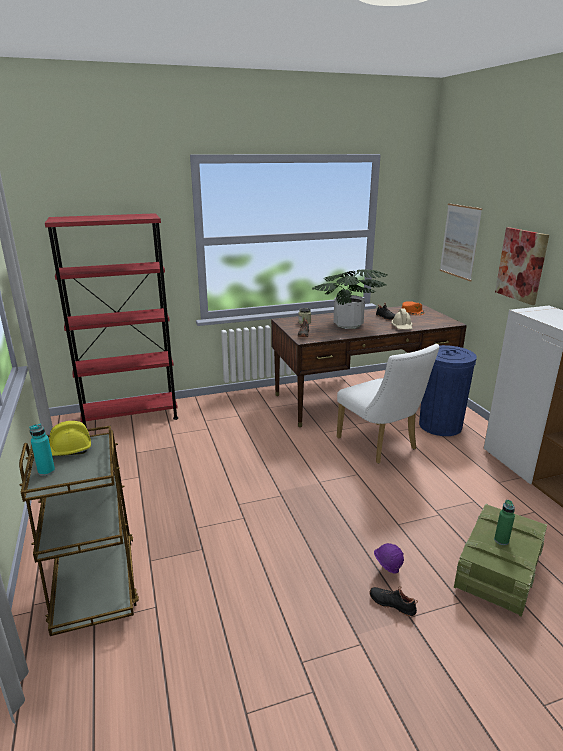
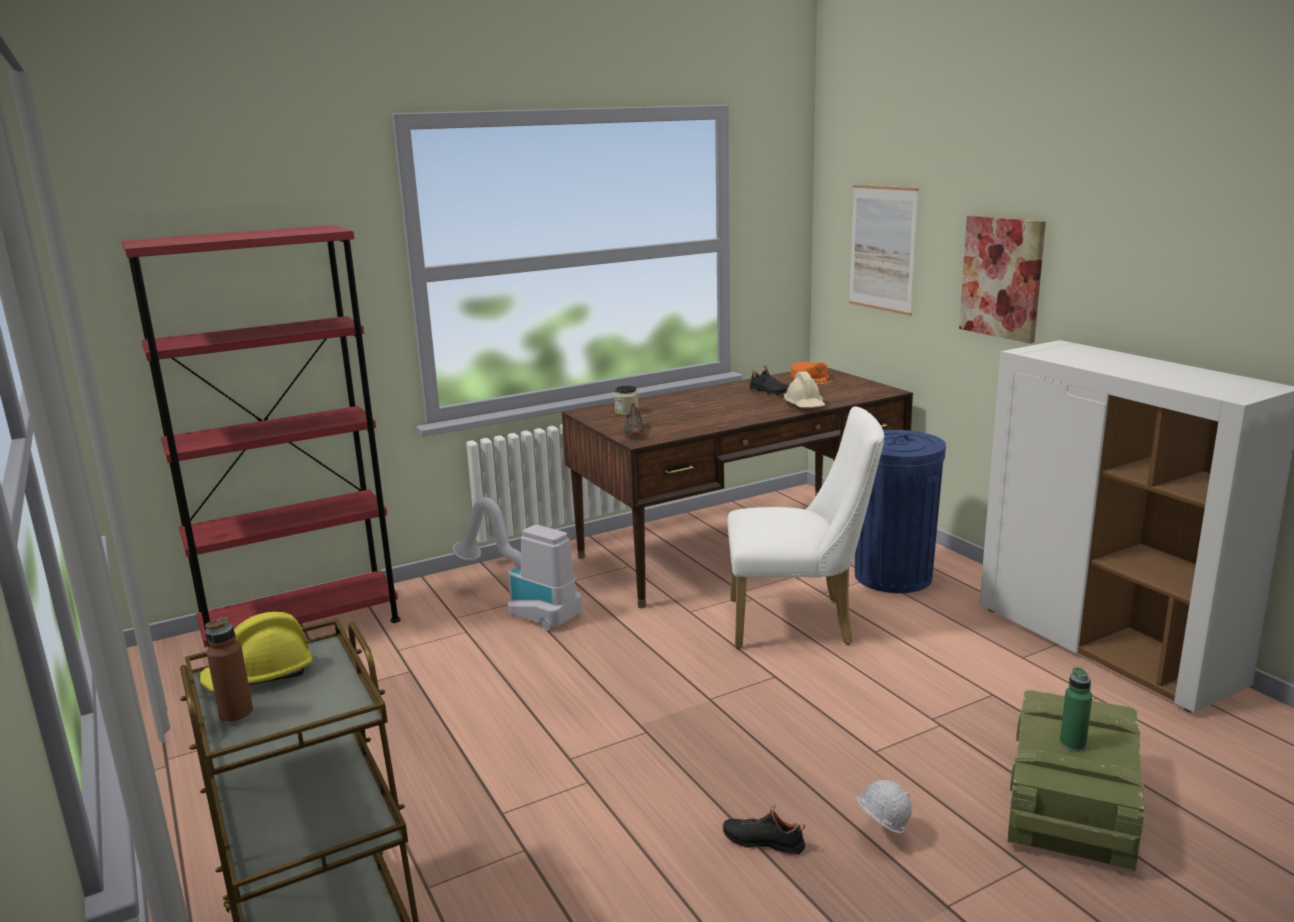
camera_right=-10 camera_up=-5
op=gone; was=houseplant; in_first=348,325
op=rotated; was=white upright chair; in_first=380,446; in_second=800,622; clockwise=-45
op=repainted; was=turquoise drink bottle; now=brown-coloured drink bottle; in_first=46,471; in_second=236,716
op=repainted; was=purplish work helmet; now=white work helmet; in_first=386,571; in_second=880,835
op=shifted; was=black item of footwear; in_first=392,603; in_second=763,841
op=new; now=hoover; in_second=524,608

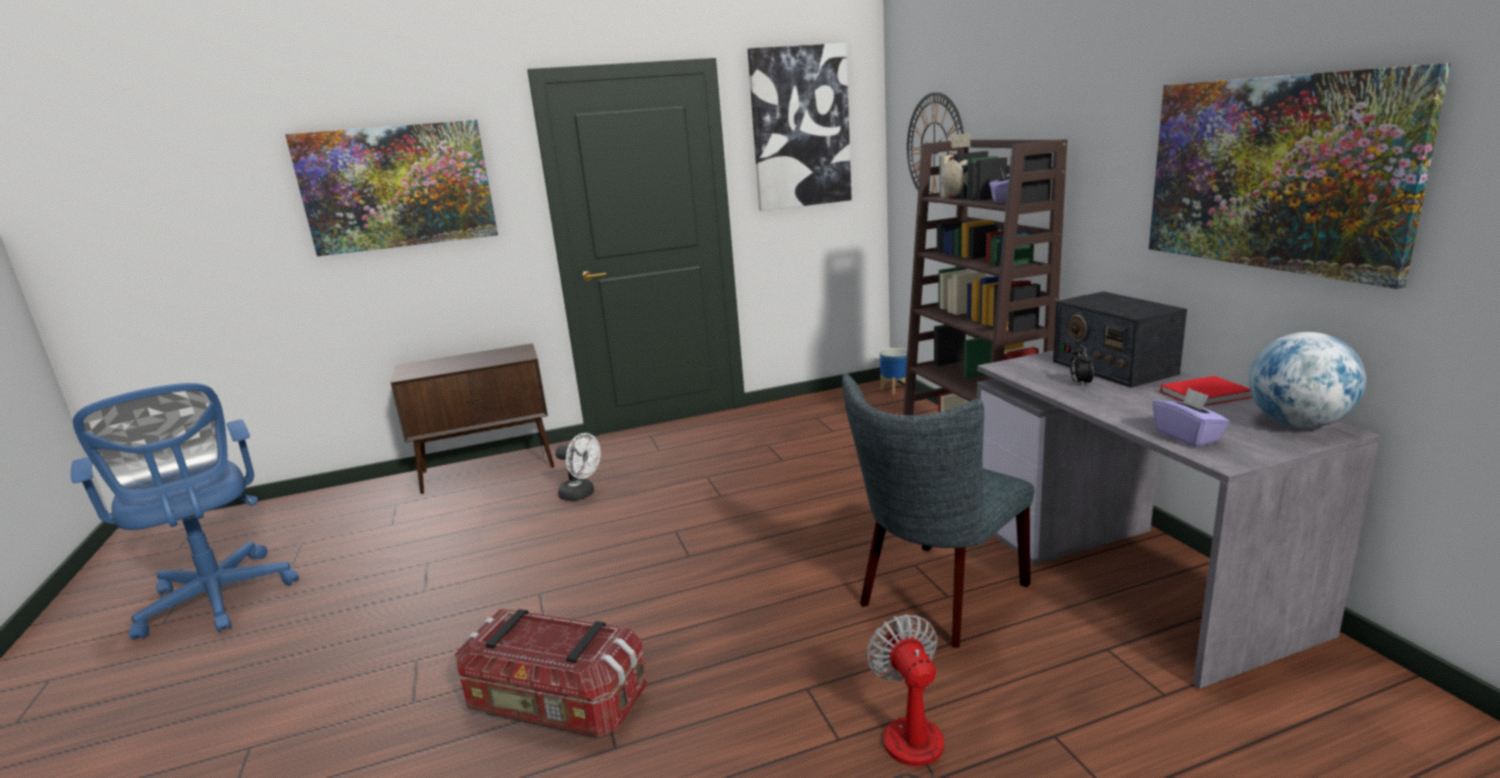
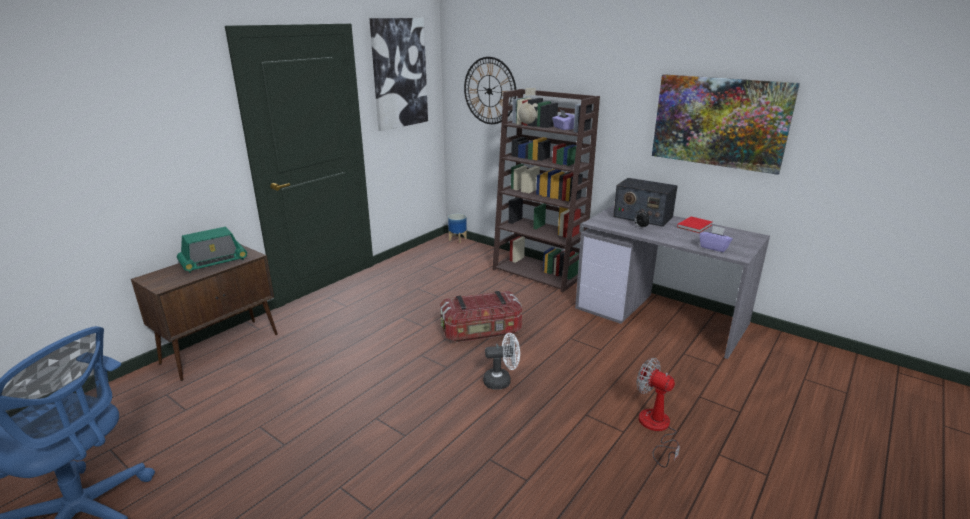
camera_right=-35 camera_up=5
op=gone; was=picture; in_first=398,187
op=gone; was=desk globe; in_first=1297,424
op=gone; was=greyish upright chair; in_first=936,598
op=shifted; was=white cooling fan; in_first=582,494; in_second=502,381
op=shifted; was=storage bin; in_first=556,705; in_second=481,332
op=new; now=radio; in_second=213,262

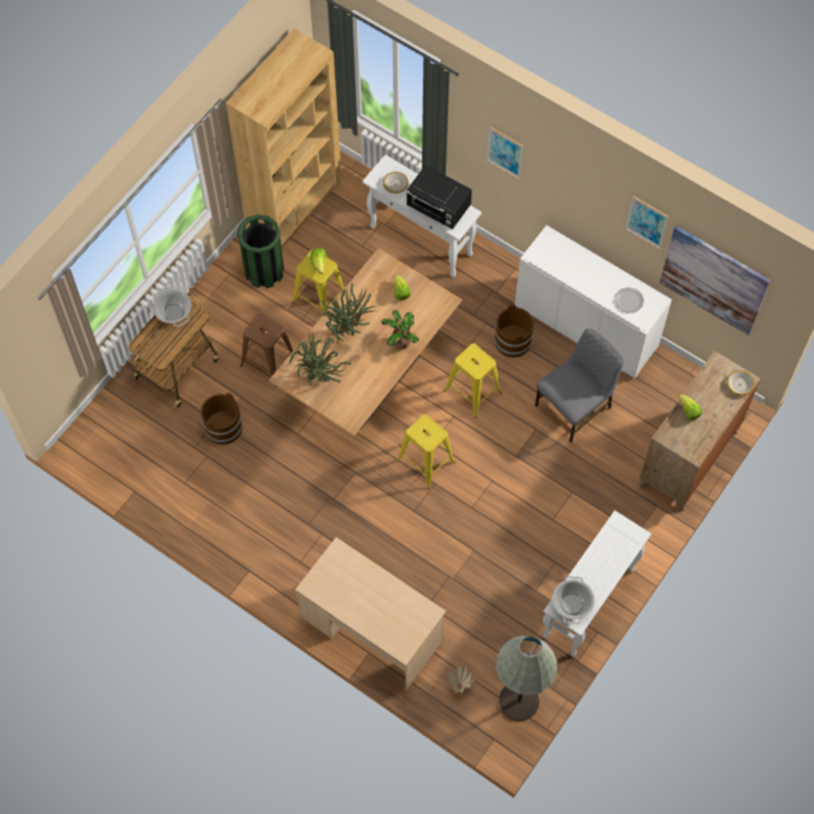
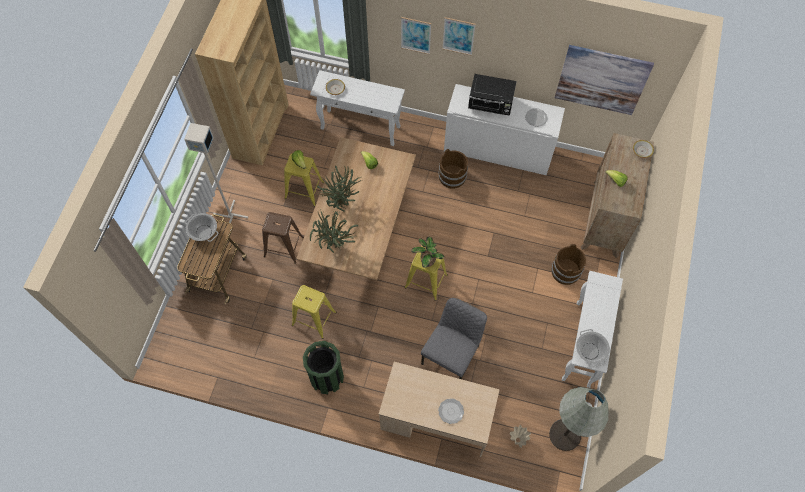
camera_right=-20 camera_up=0
op=shifted; was=black kitchen microwave; in_first=439,208; in_second=491,104
op=shifted; was=picture; in_first=646,222; in_second=458,36
op=shifted; was=green-coloured trash can; in_first=264,271; in_second=327,378
op=shifted; was=houseplant; in_first=401,342; in_second=427,261
op=shifted; was=greyish upright chair; in_first=575,406; in_second=452,354
op=shifted; was=yellow sitting stool; in_first=472,392; in_second=314,318
op=shifted; was=brown-coloured pail; in_first=223,427; in_second=565,271
op=new; now=greyish standard lamp; in_second=230,216
op=new; now=plate; in_second=451,411

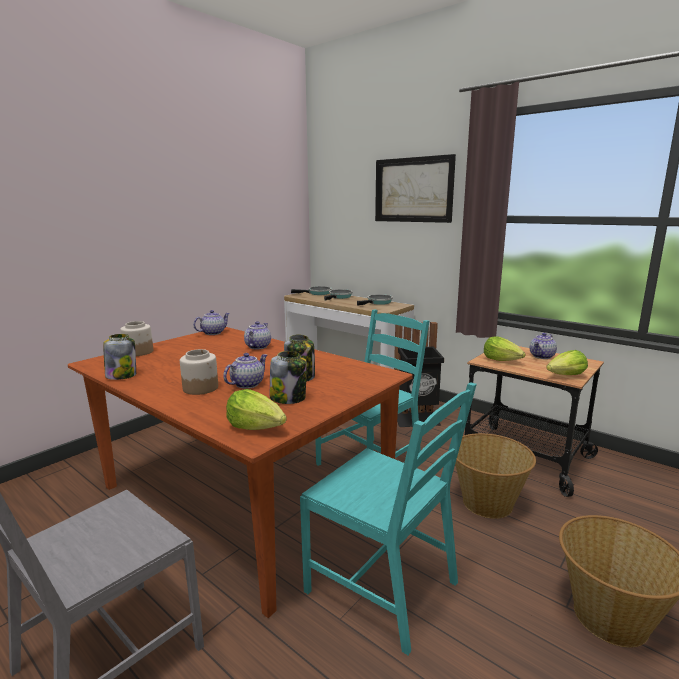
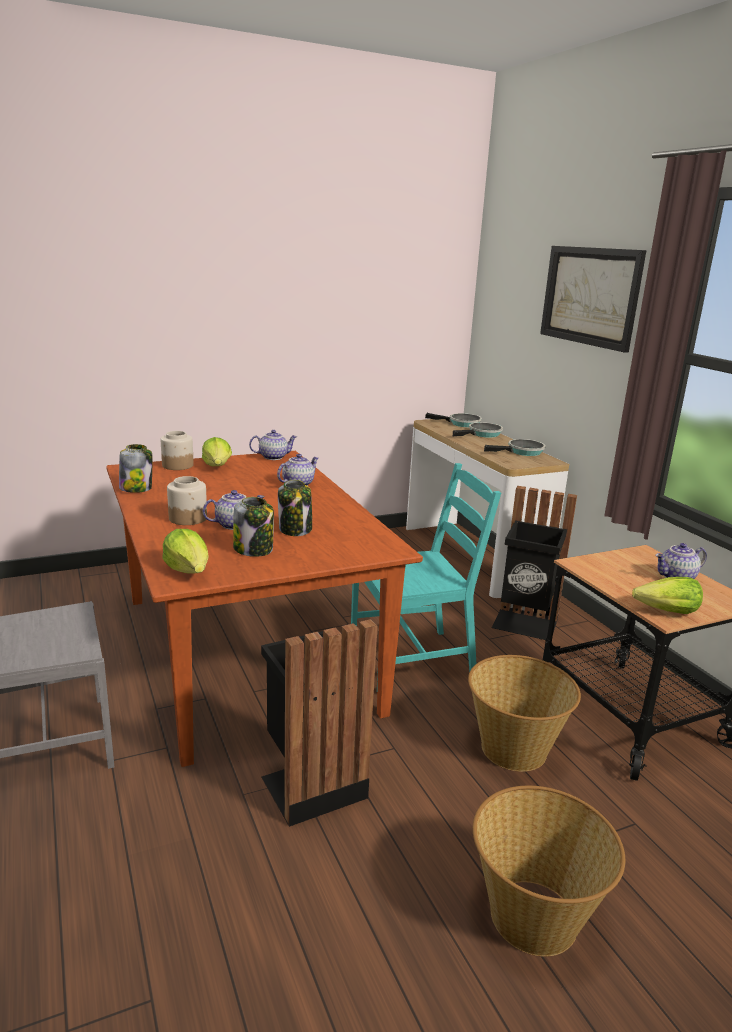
camera_right=25 camera_up=5
op=shifted; was=head of lettuce; in_first=502,360; in_second=217,466
op=swapped; was=turquoise upright chair; now=black trash can; in_first=384,586; in_second=311,784

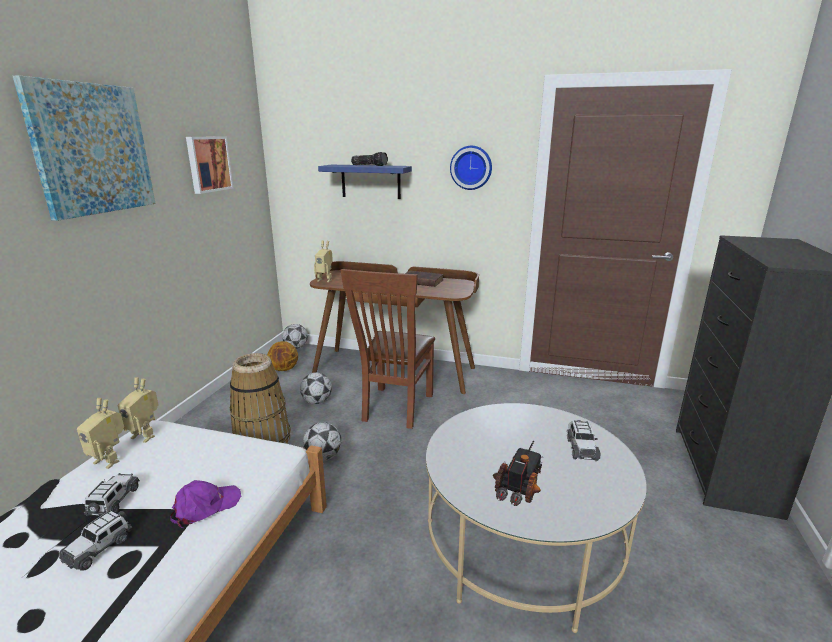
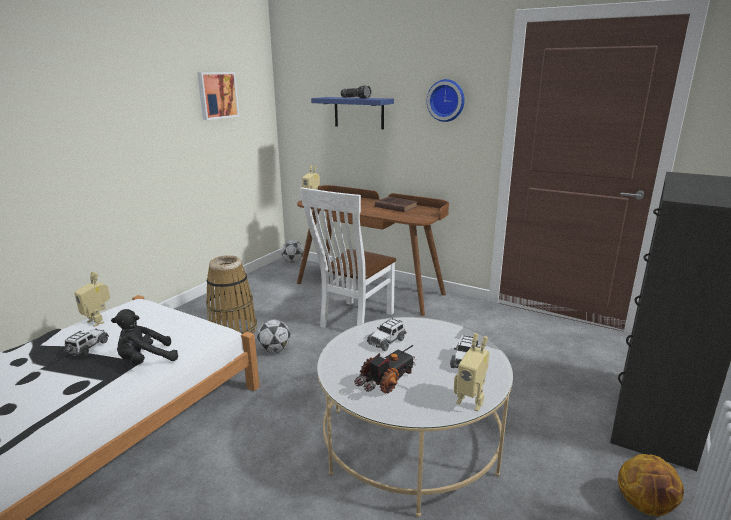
camera_right=15 camera_up=0
op=gone; was=picture; in_first=92,149
op=repainted; was=brown-coloured upright chair; now=white upright chair; in_first=395,409; in_second=353,321
op=shifted; was=basketball ball; in_first=284,369; in_second=645,505
op=gone; was=football; in_first=317,401
op=shifted; was=model robot; in_first=146,435; in_second=471,401
op=swapped; was=purplish cap; now=black soft toy; in_first=205,507; in_second=146,361
op=shifted; was=model car; in_first=99,548; in_second=387,341

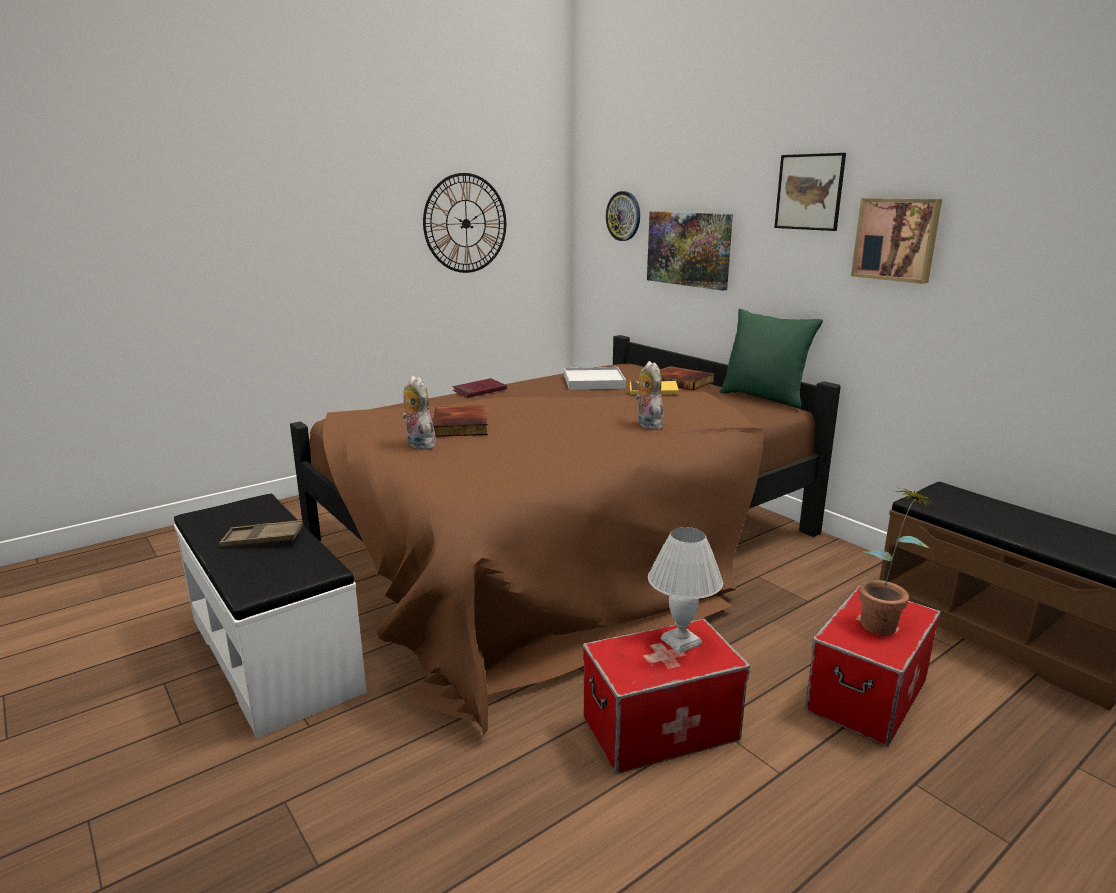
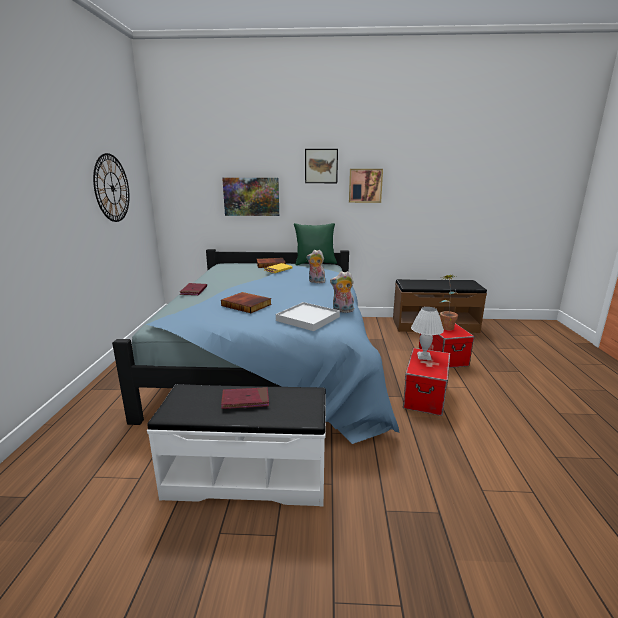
camera_right=-50 camera_up=0
op=gone; was=clock on the wall; in_first=624,216
op=repainted; was=brown-coloured sleeping bed; now=blue-coloured sleeping bed; in_first=563,545; in_second=273,360
op=shifted; was=white carrying tray; in_first=594,382; in_second=308,319
op=shifted; was=soft toy; in_first=418,445; in_second=342,311
op=swapped; was=brown-coloured carrying tray; now=red book; in_first=263,539; in_second=245,400

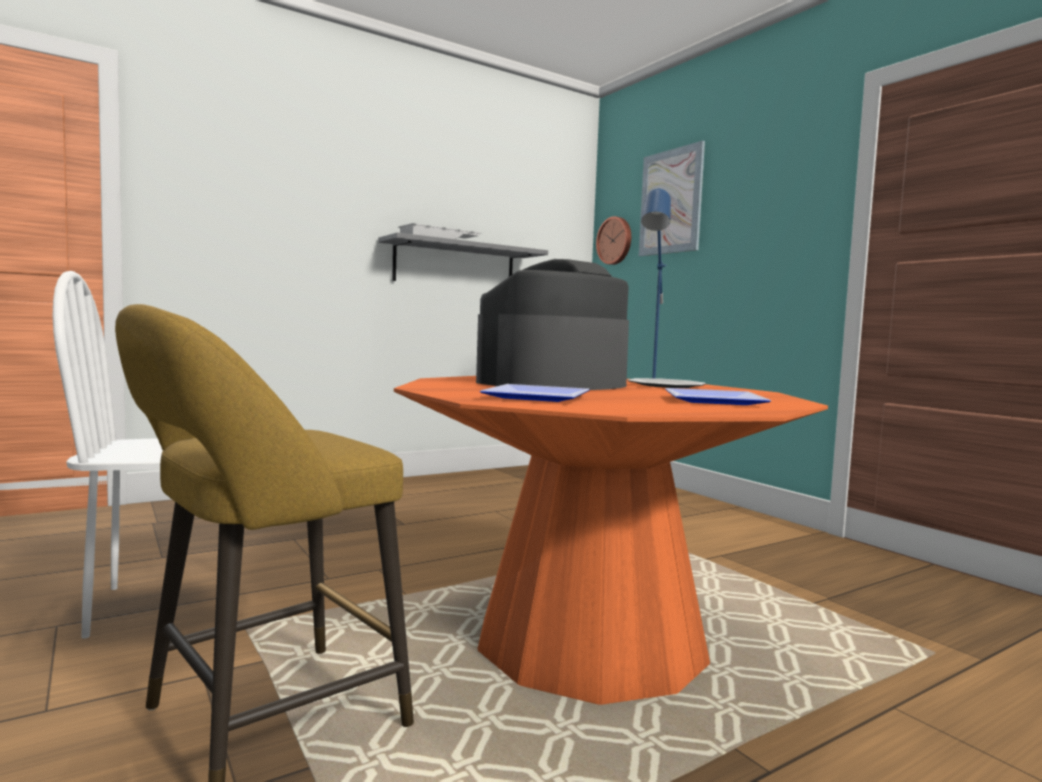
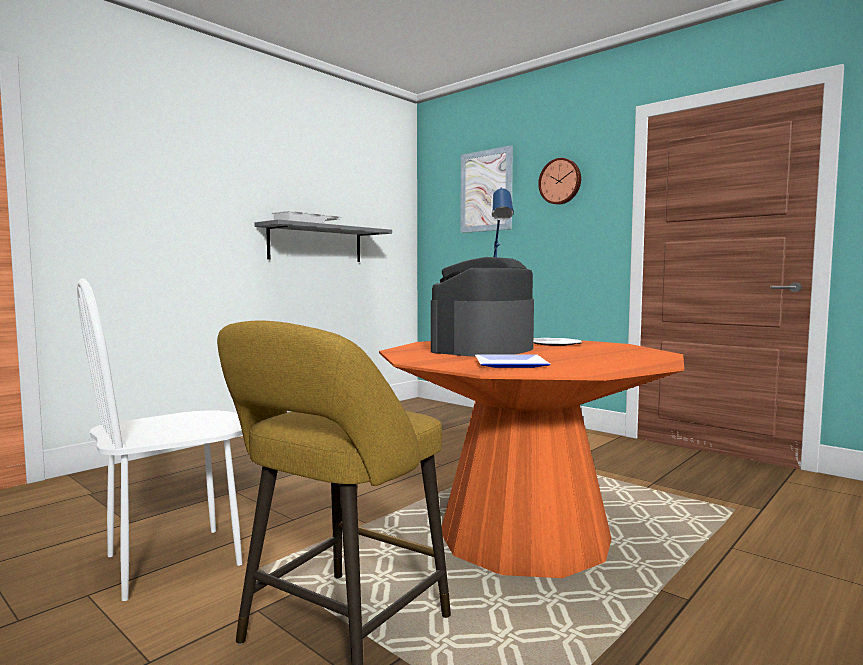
camera_right=-15 camera_up=0
op=shifted; was=clock on the wall; in_first=615,241; in_second=560,181
op=gone; was=plate; in_first=710,400

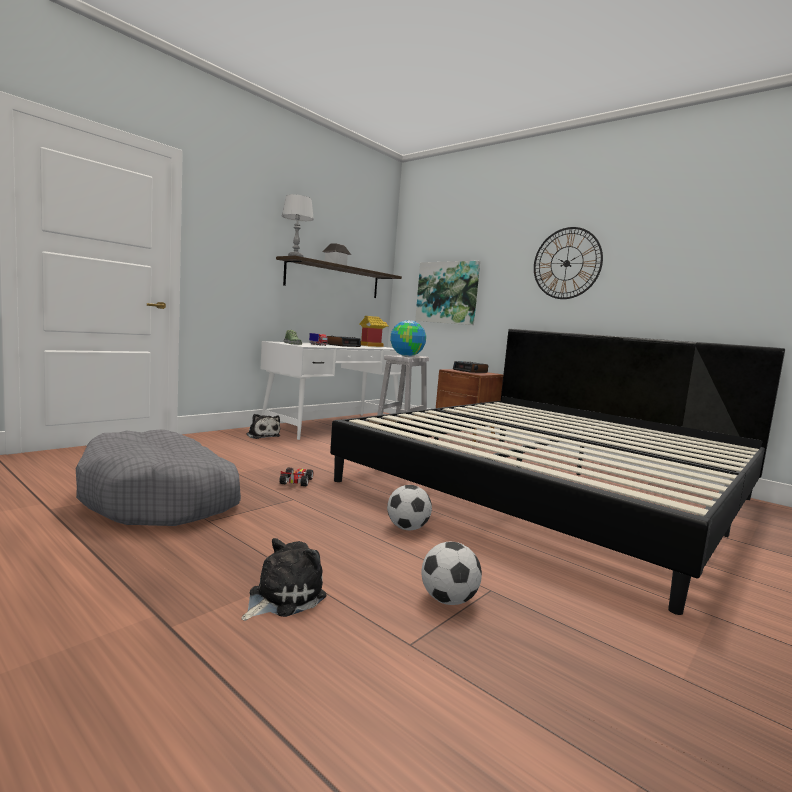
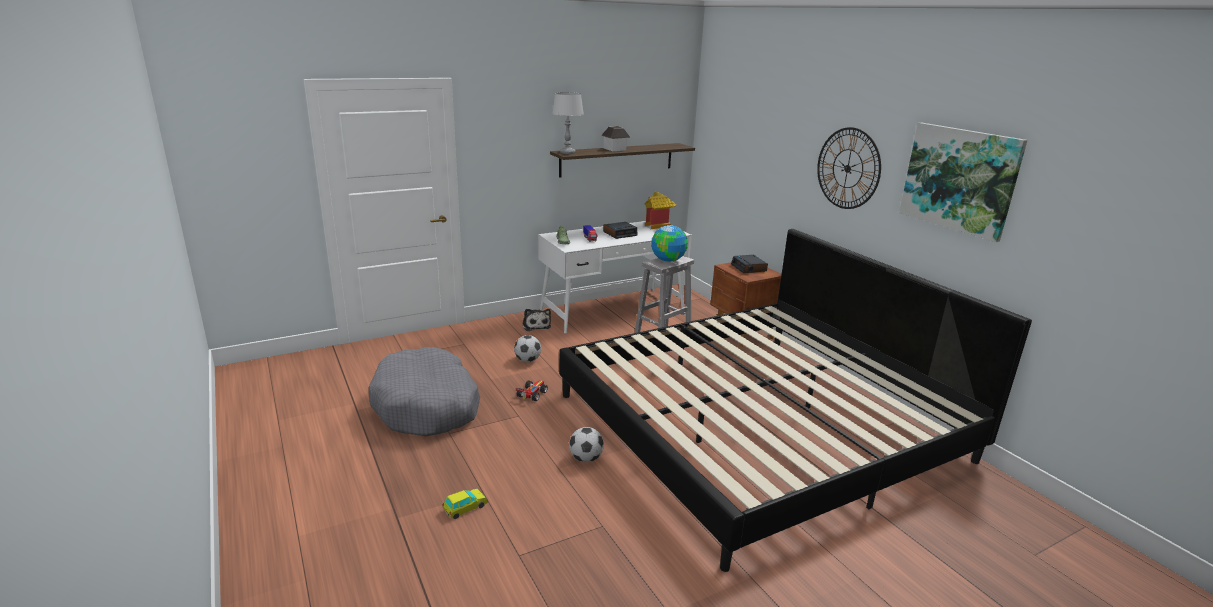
camera_right=20 camera_up=15
op=shifted; was=picture; in_first=447,292; in_second=959,179
op=swapped; was=soft toy; now=model car; in_first=282,597; in_second=465,508
op=shifted; was=football; in_first=448,600; in_second=527,360

